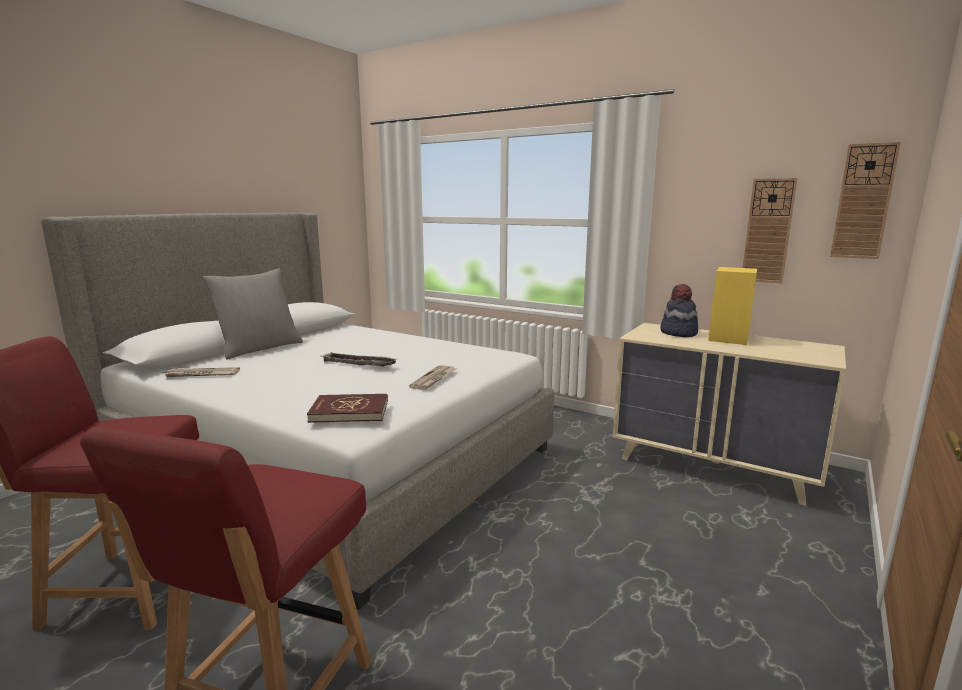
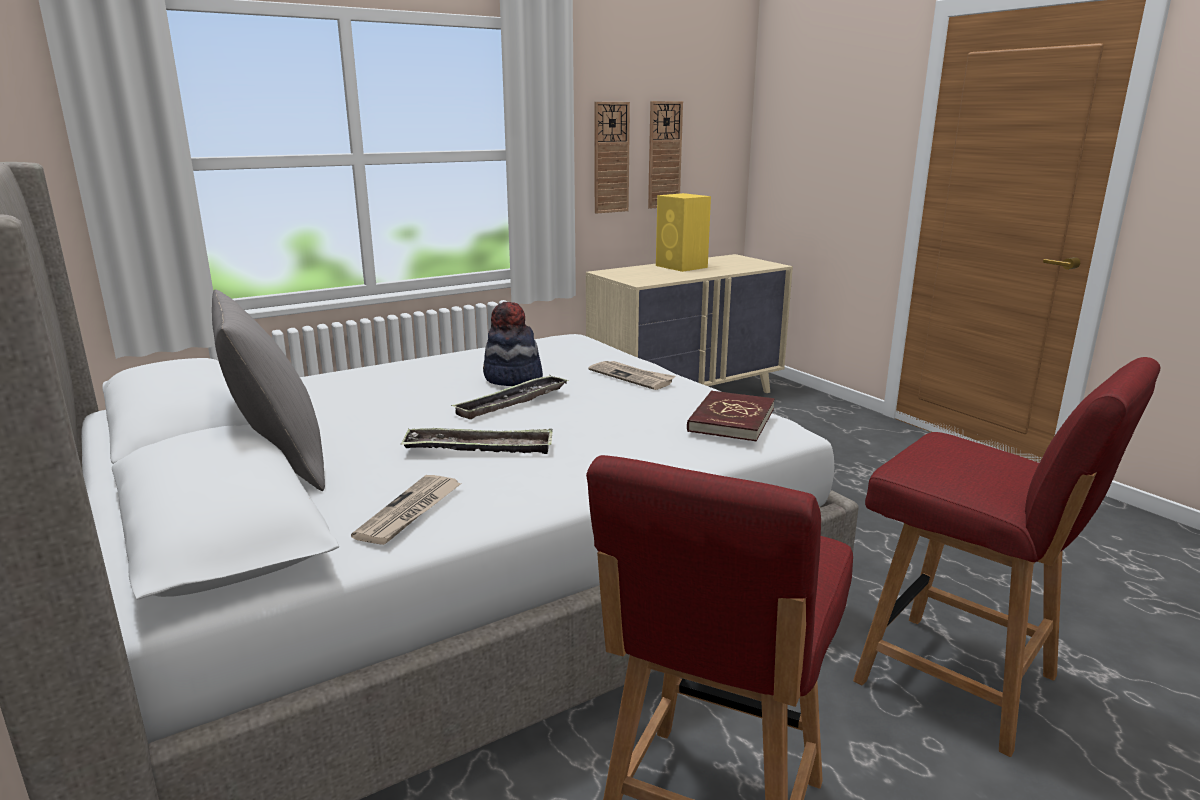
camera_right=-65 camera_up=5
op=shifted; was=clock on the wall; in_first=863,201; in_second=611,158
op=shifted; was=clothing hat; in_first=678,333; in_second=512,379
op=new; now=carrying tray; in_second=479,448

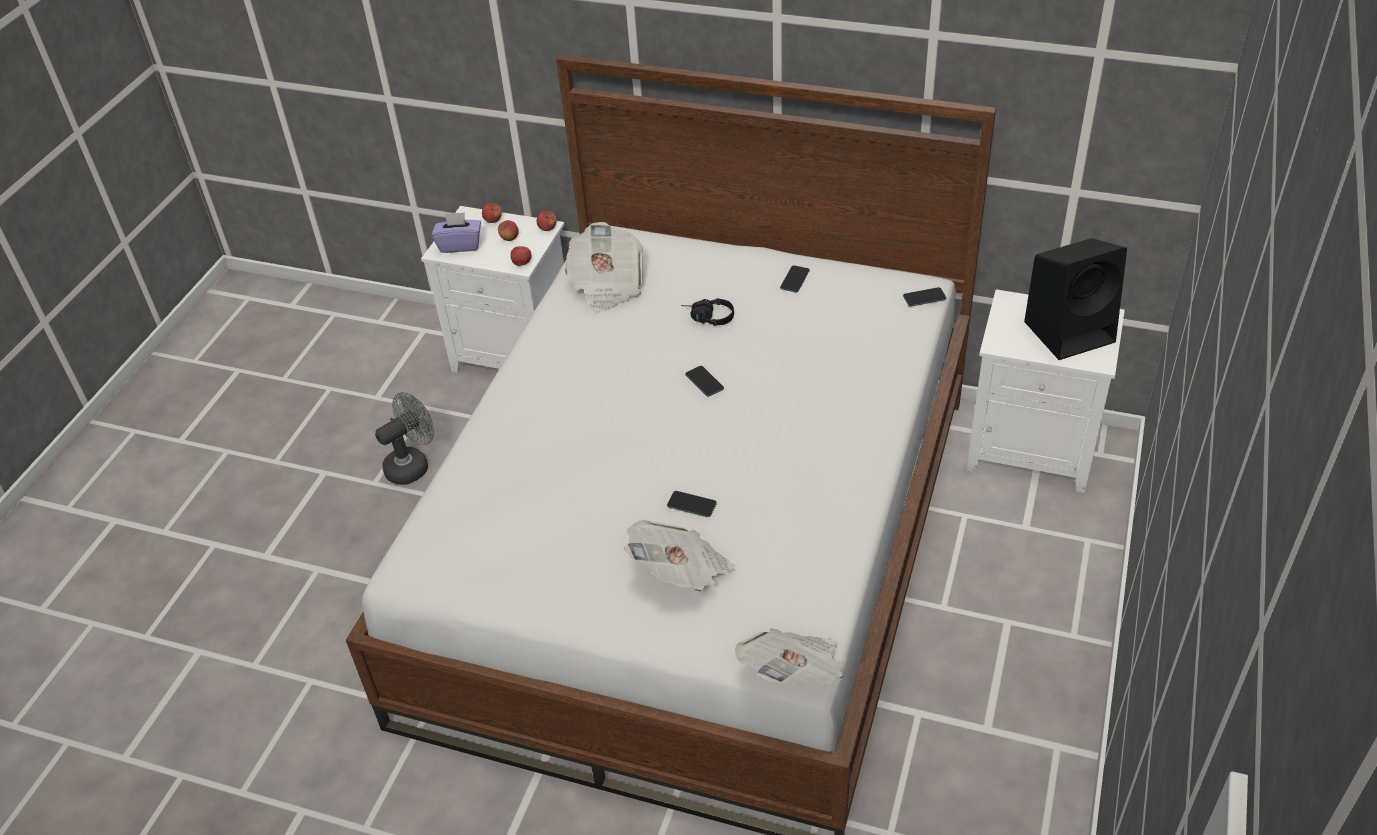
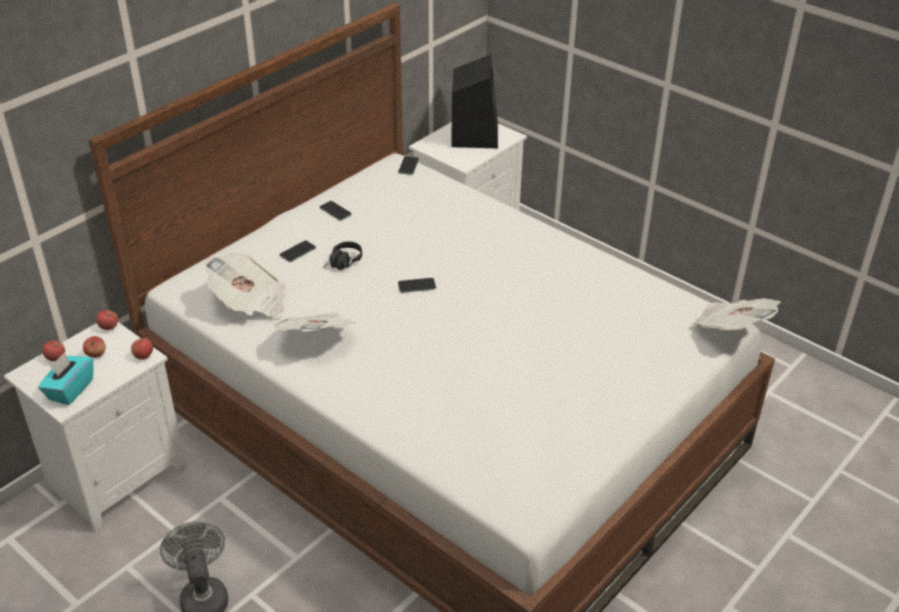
camera_right=-70 camera_up=-5
op=repainted; was=purplish box of tissues; now=turquoise box of tissues; in_first=460,245; in_second=70,389
op=shifted; was=phone; in_first=691,504; in_second=297,251
op=shifted; was=newspaper; in_first=681,573; in_second=318,338

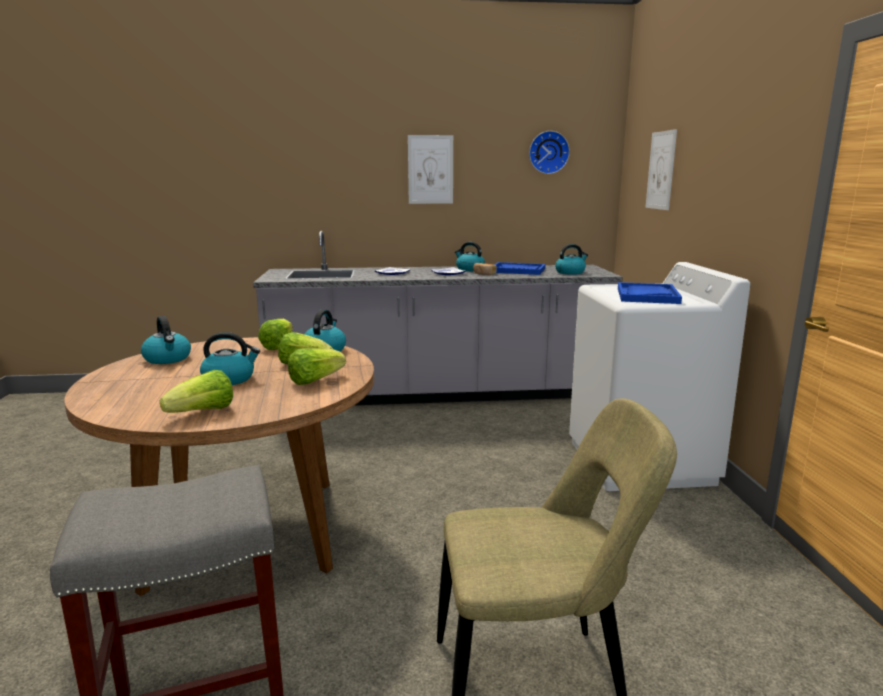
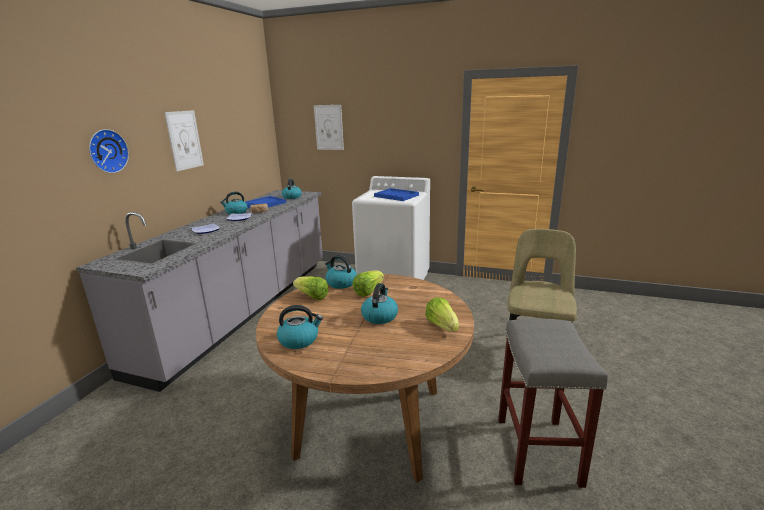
camera_right=-65 camera_up=5
op=shifted; was=clock on the wall; in_first=548,152; in_second=107,151
op=gone; was=head of lettuce; in_first=315,380

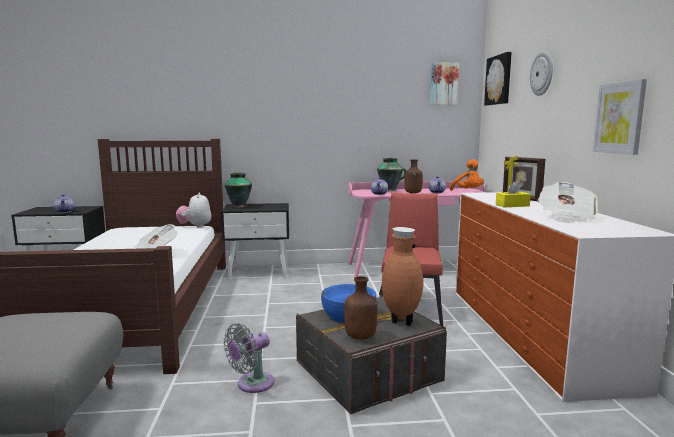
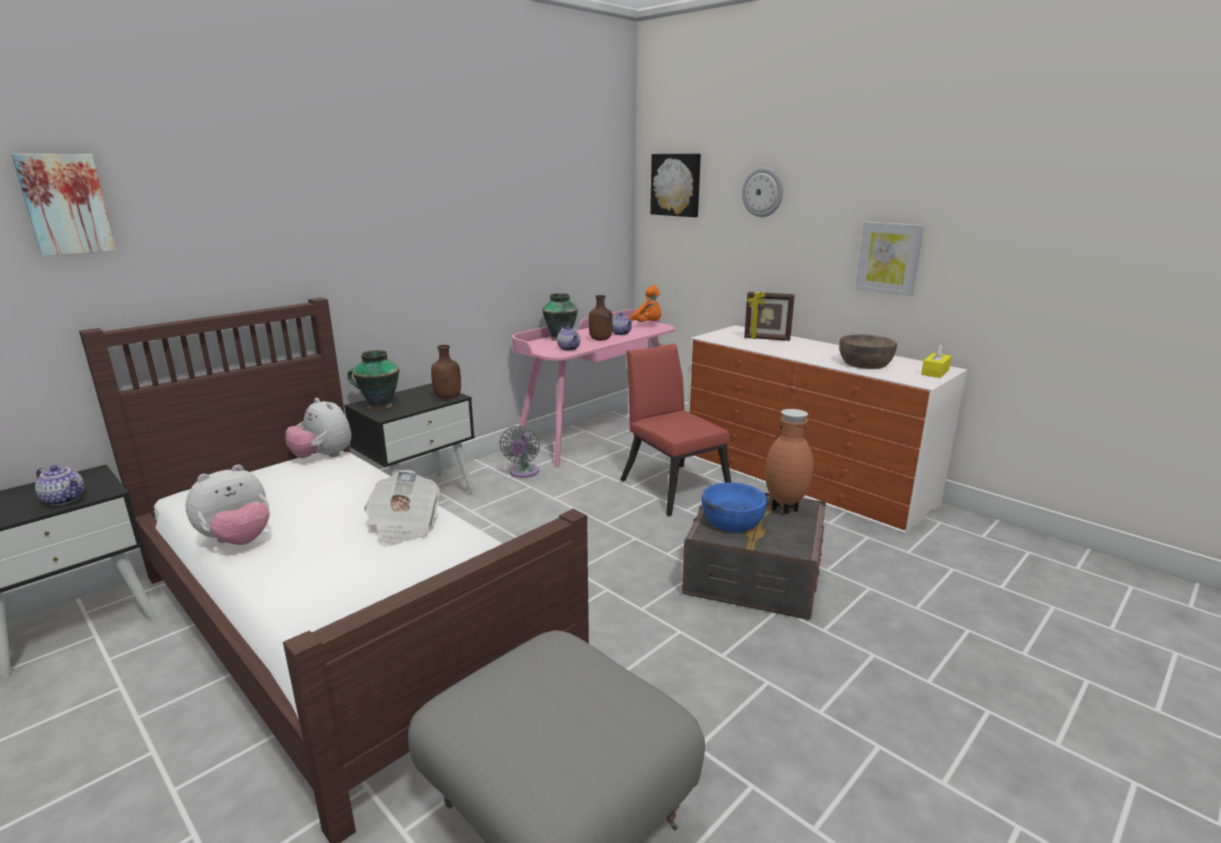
camera_right=-40 camera_up=10
op=shifted; was=picture; in_first=443,84; in_second=65,204
op=shifted; was=yellow box of tissues; in_first=512,205; in_second=935,372
op=swapped; was=newspaper; now=brown-coloured bowl; in_first=566,218; in_second=865,363
op=shifted; was=brown-coloured drink bottle; in_first=361,337; in_second=448,397
op=shifted; was=greyish cooling fan; in_first=252,384; in_second=523,473
op=new; now=soft toy; in_second=238,541

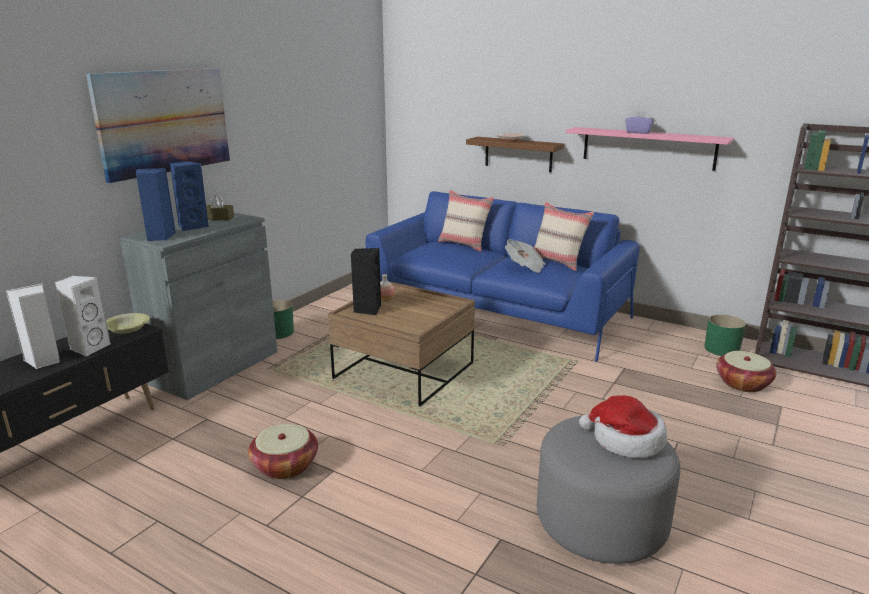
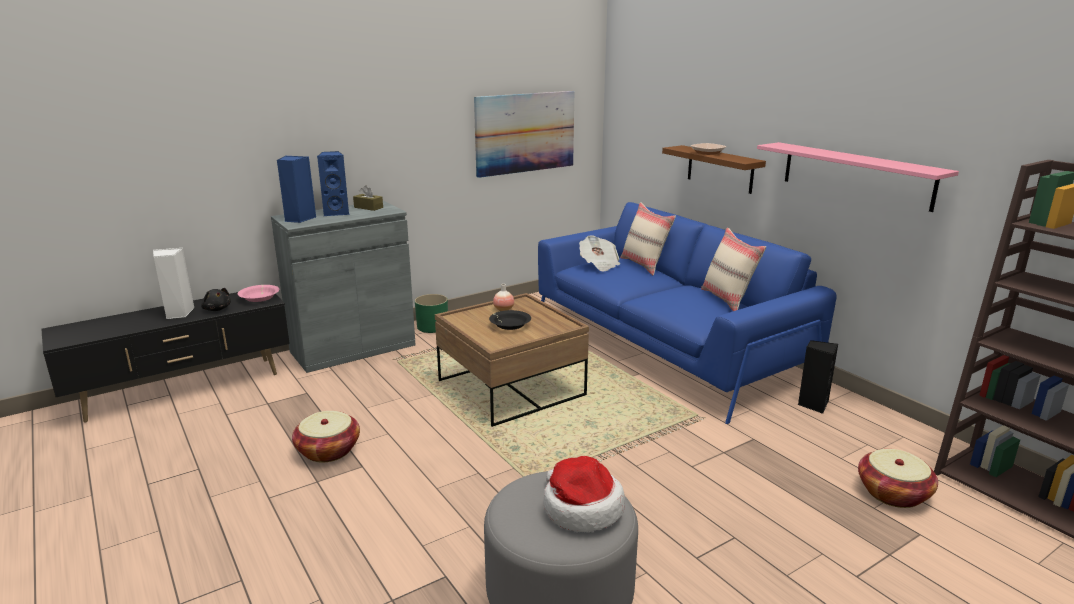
camera_right=25 camera_up=0
op=shifted; was=picture; in_first=164,121; in_second=525,132
op=gone; was=purplish box of tissues; in_first=638,132
op=shifted; was=newspaper; in_first=525,266; in_second=599,264
op=shifted; was=black loudspeaker; in_first=367,309; in_second=813,404
op=swapped; was=white loudspeaker; now=black soft toy; in_first=89,348; in_second=217,309
op=repainted; was=yellow bowl; now=pinkish bowl; in_first=127,329; in_second=259,298
op=gone; was=green-coloured planter; in_first=721,349
op=new; now=black bowl; in_second=510,325

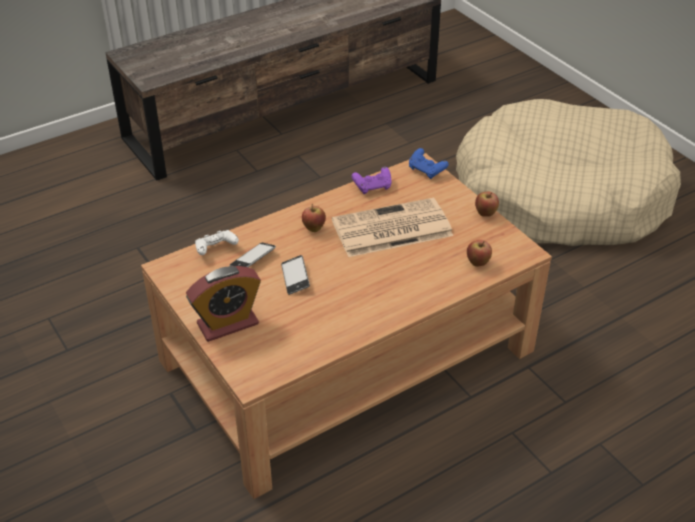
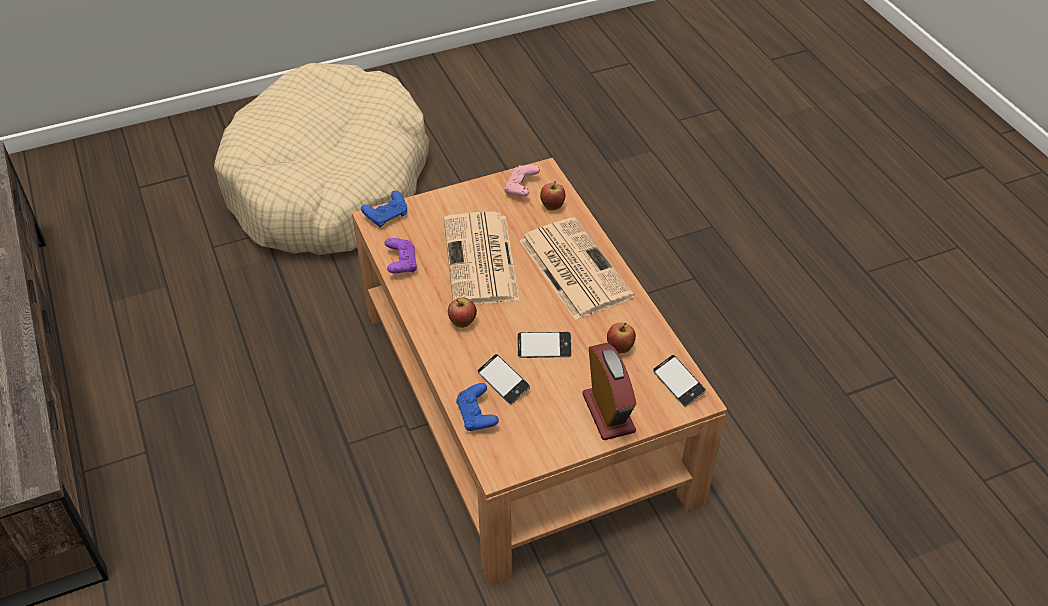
camera_right=-80 camera_up=5
op=shifted; was=apple; in_first=485,214; in_second=620,348
op=repainted; was=white game controller; now=blue-coloured game controller; in_first=216,249; in_second=477,416
op=new; now=pinkish game controller; in_second=521,188
op=new; now=newspaper; in_second=573,267
op=new; now=phone; in_second=678,383

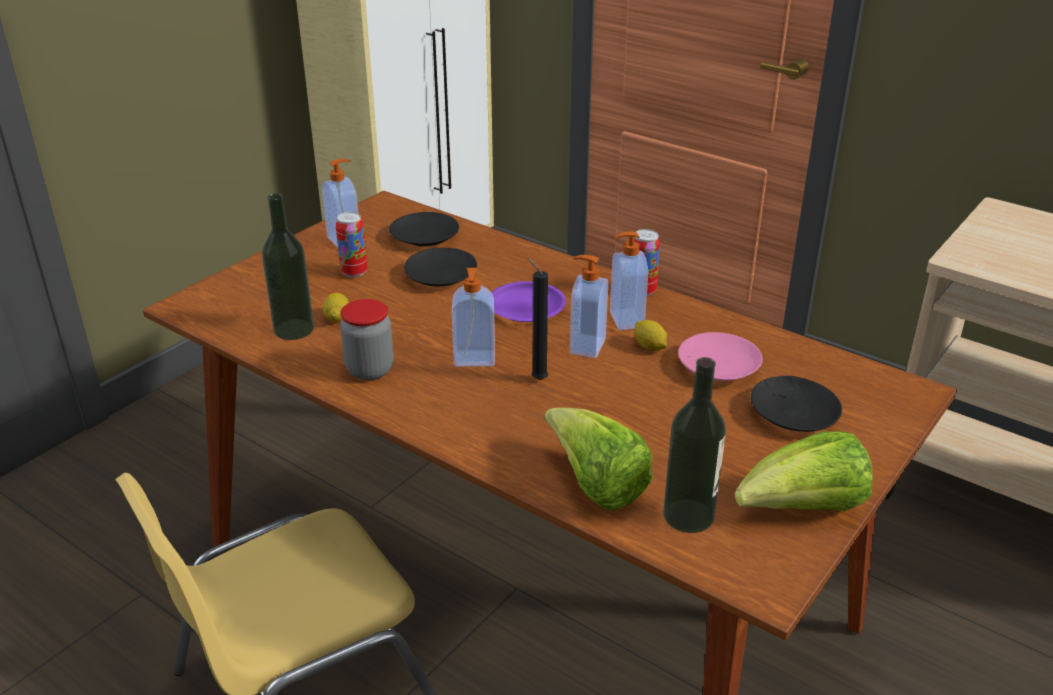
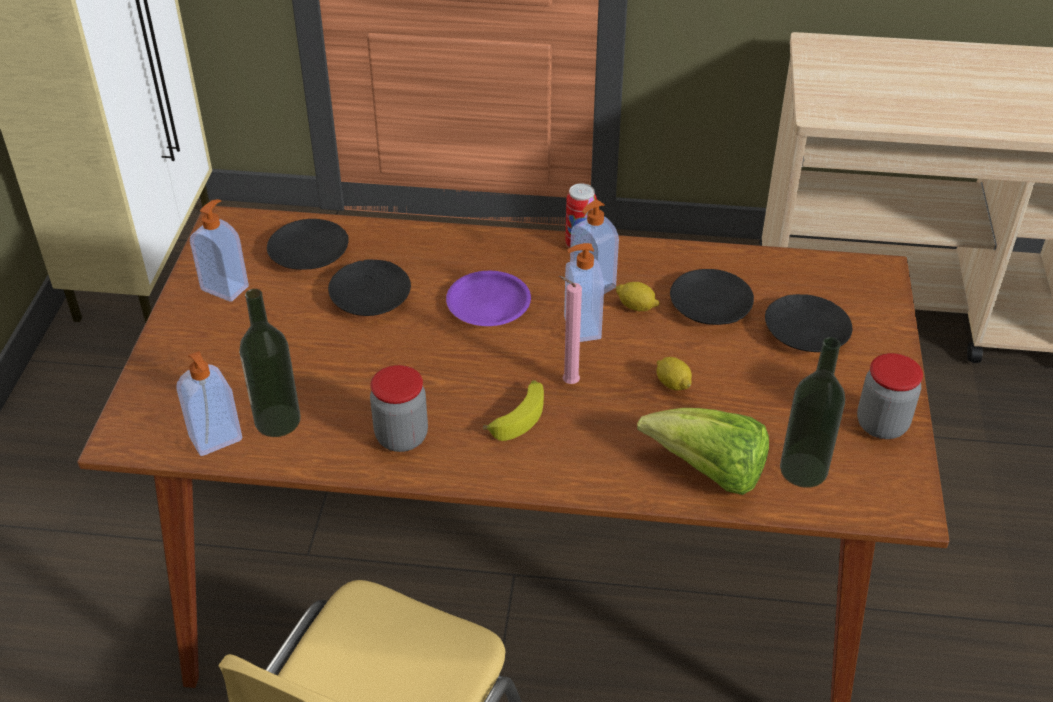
camera_right=-30 camera_up=10
op=gone; was=sealed can; in_first=354,272
op=repainted; was=black candle; now=pinkish candle; in_first=537,379; in_second=568,383
op=shifted; was=soap bottle; in_first=474,359; in_second=216,440
op=shifted; was=whole lemon; in_first=337,318; in_second=672,384
op=repainted; was=pinkish plate; now=black plate; in_first=718,366; in_second=710,306
op=swapped; was=head of lettuce; now=preserve jar; in_first=803,509; in_second=881,425
op=new; now=banana fruit; in_second=518,415

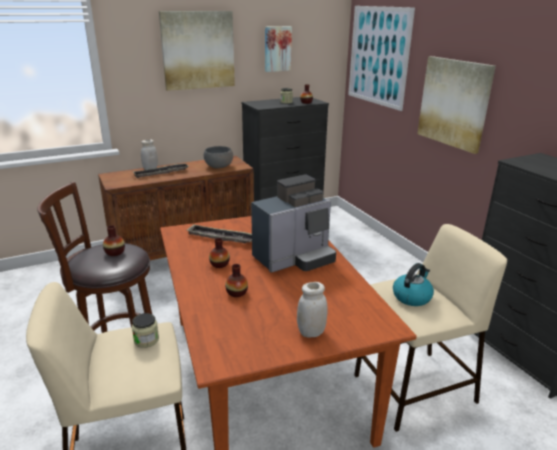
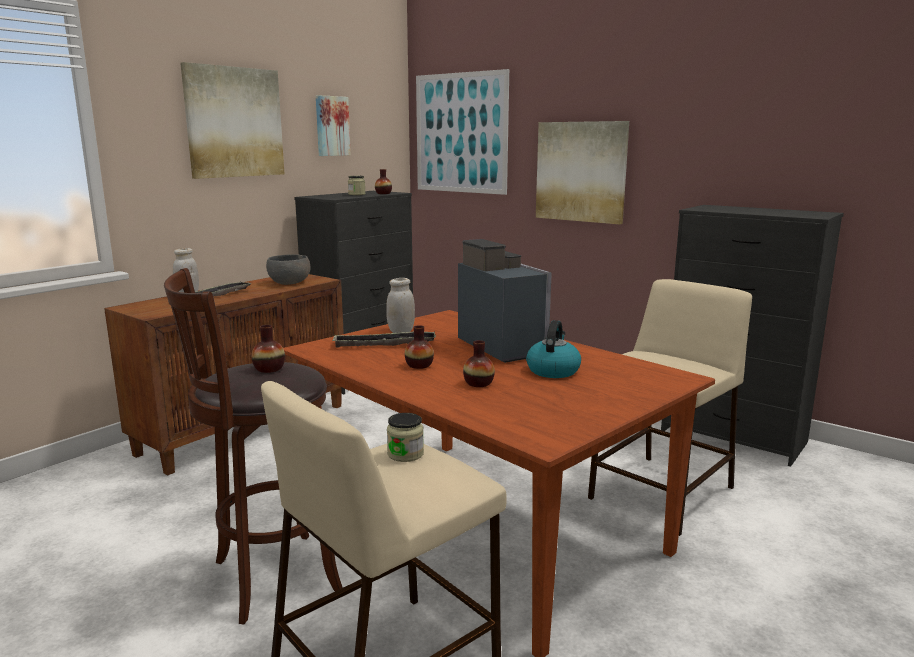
camera_right=-25 camera_up=-10
op=rotated; was=coffee maker; in_first=294,258; in_second=504,347; clockwise=-60
op=shifted; was=kettle; in_first=412,296; in_second=553,370
op=shifted; was=white preserve jar; in_first=311,332; in_second=401,331

